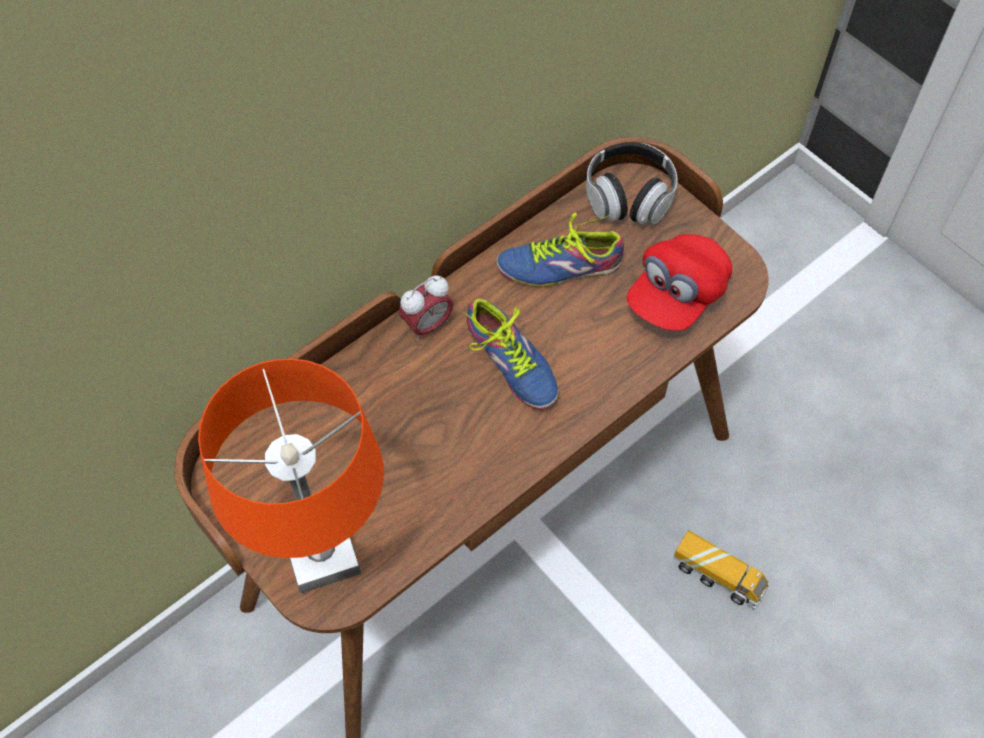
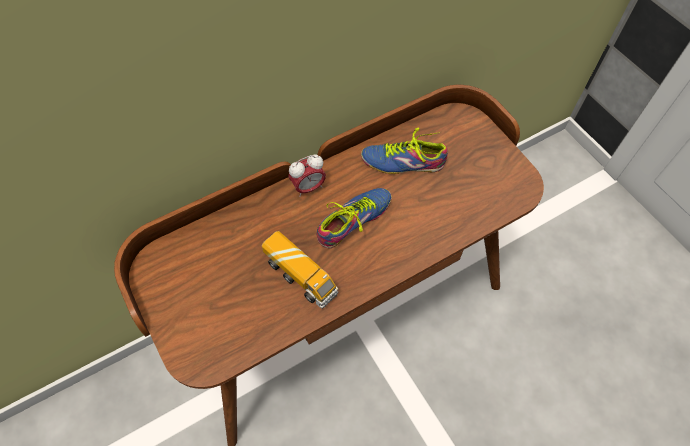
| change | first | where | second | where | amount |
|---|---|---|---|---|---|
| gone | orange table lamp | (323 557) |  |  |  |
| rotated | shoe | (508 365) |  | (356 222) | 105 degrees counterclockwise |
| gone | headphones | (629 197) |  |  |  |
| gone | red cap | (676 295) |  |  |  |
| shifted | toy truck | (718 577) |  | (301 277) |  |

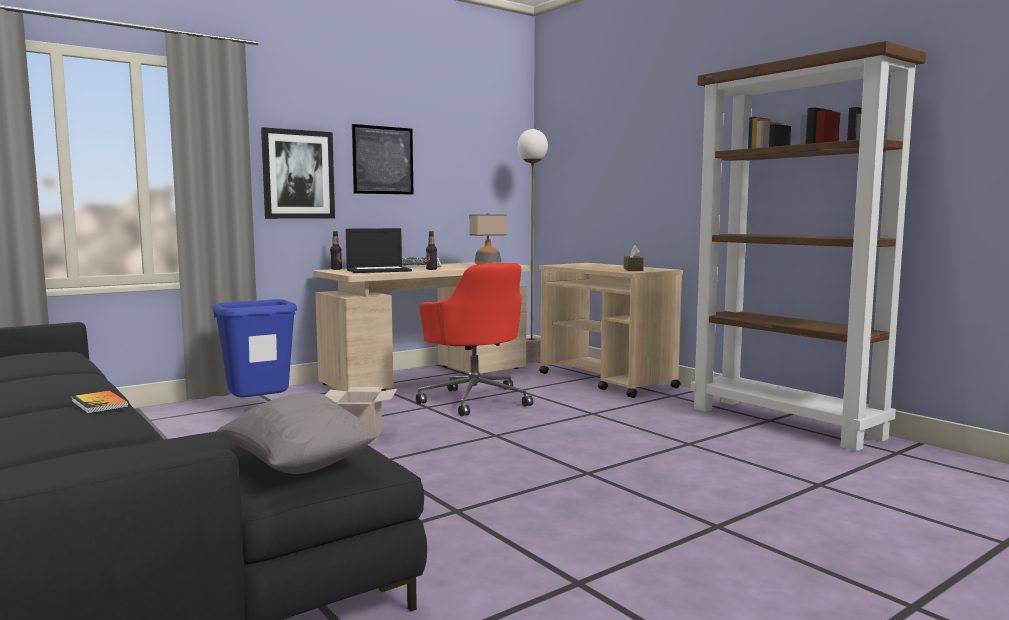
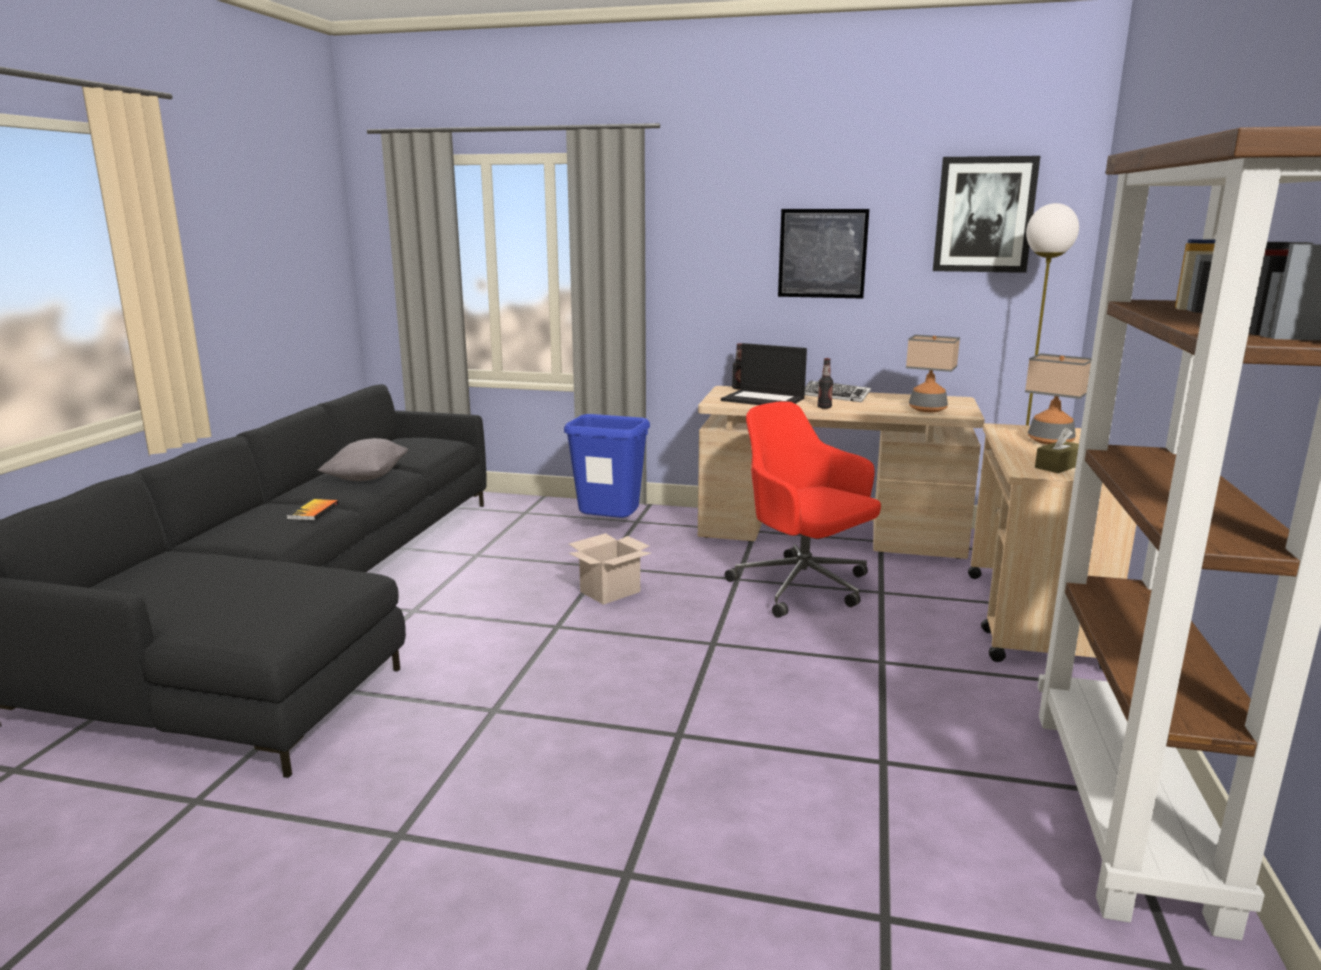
| change | first | where | second | where | amount |
|---|---|---|---|---|---|
| shifted | grey pillow | (299 465) |  | (366 477) |  |
| shifted | picture | (298 174) |  | (984 215) |  |
| rotated | red office chair | (474 399) |  | (803 587) | 120 degrees clockwise |
| new |  |  | table lamp | (1050 441) |  |

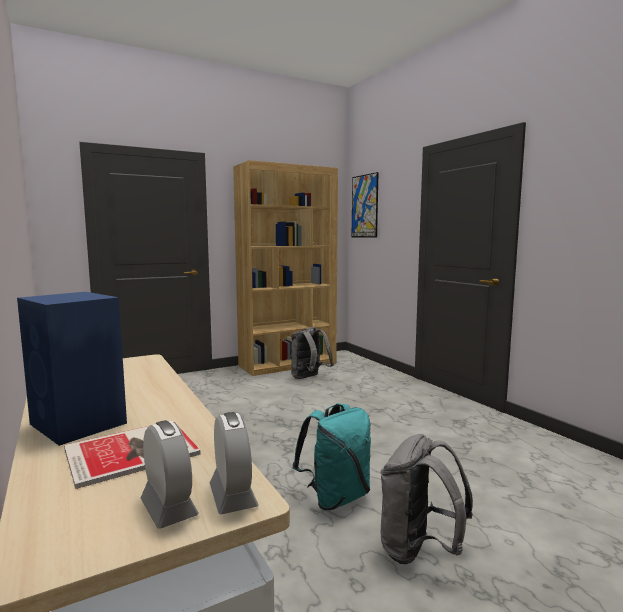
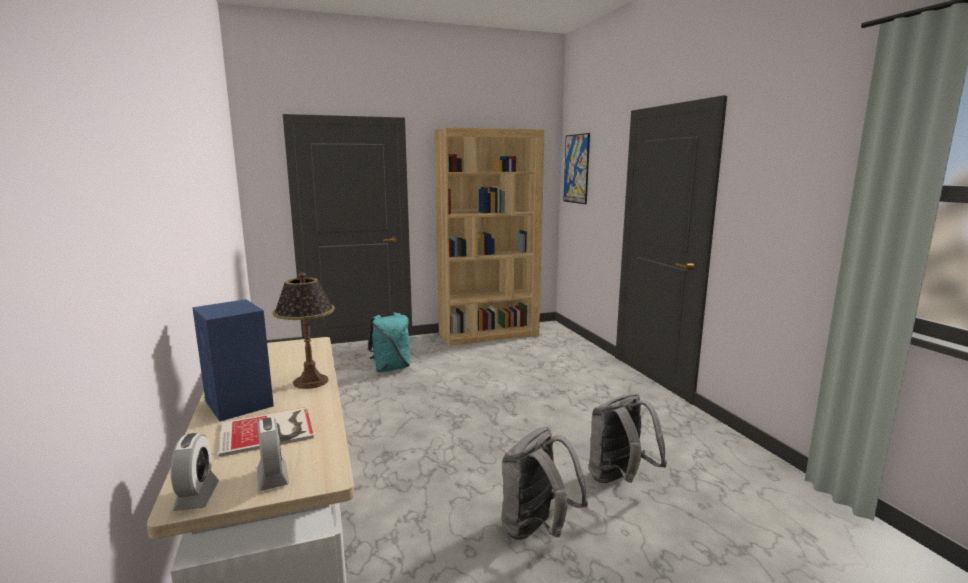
| change | first | where | second | where | amount |
|---|---|---|---|---|---|
| shifted | alarm clock | (233 496) |  | (197 496) |  |
| shifted | grey backpack | (309 378) |  | (620 479) |  |
| shifted | turquoise backpack | (336 497) |  | (391 368) |  |
| new |  |  | table lamp | (310 382) |  |

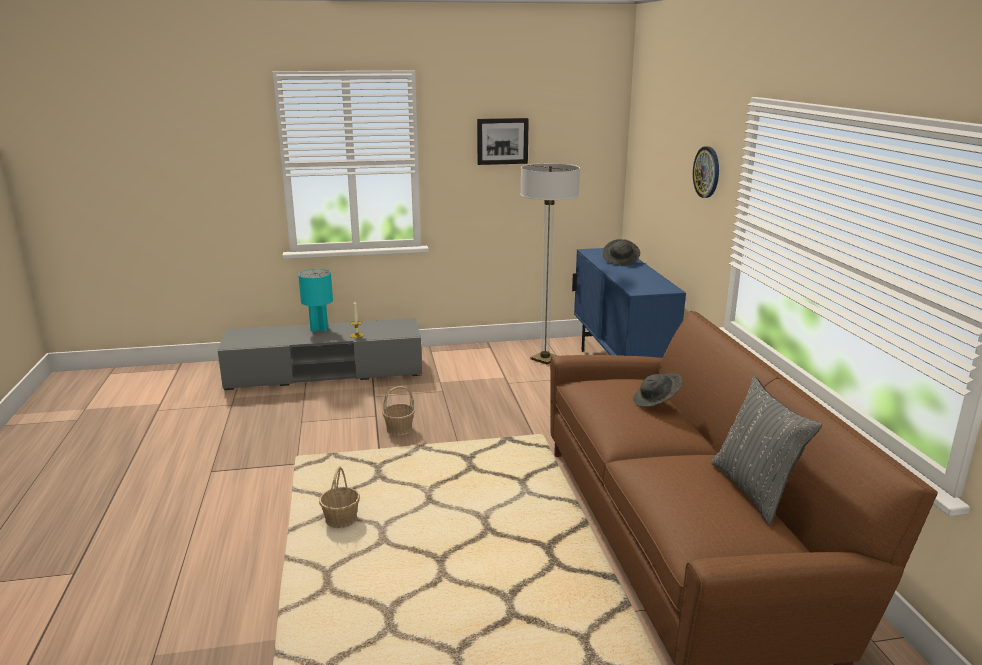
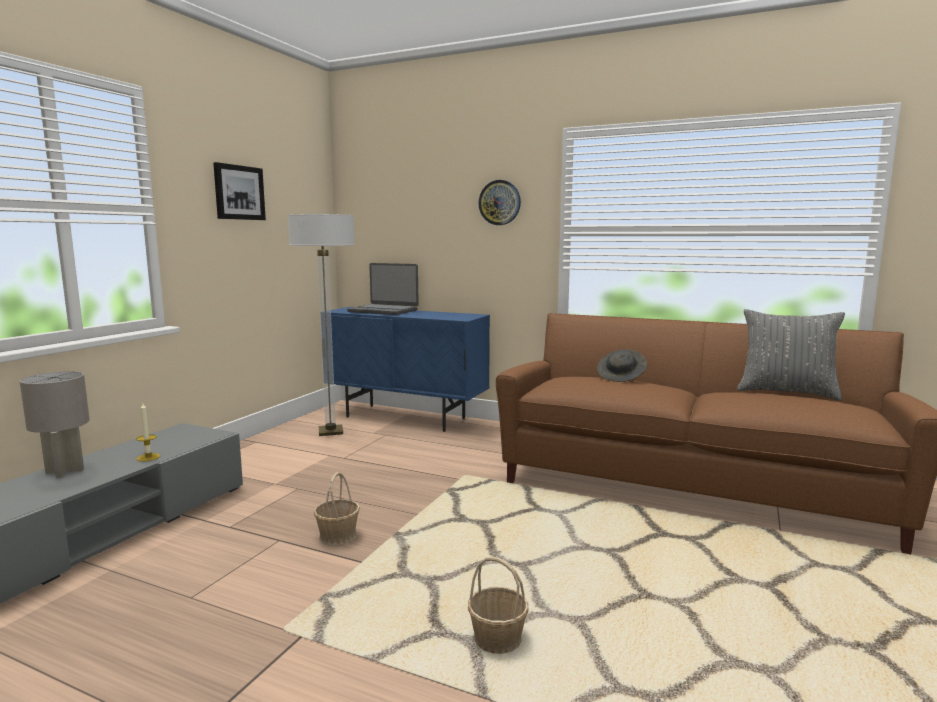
| change | first | where | second | where | amount |
|---|---|---|---|---|---|
| repainted | turquoise table lamp | (319 329) | grey table lamp | (64 471) |  |
| swapped | grey hat | (621 261) | laptop | (383 311) |  |

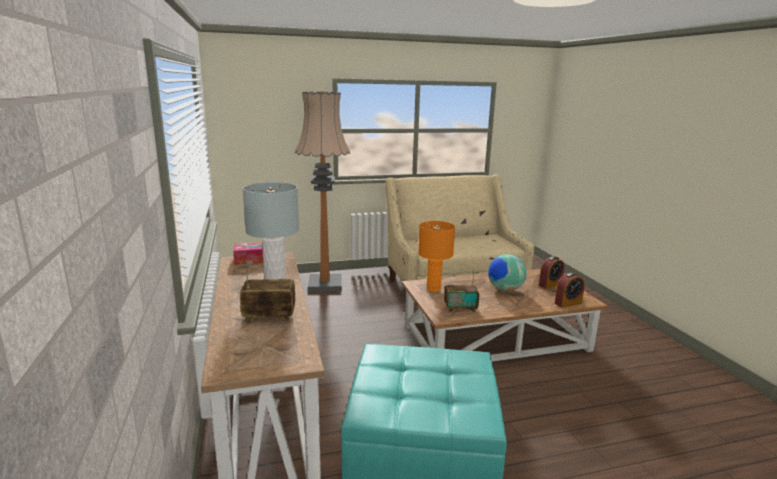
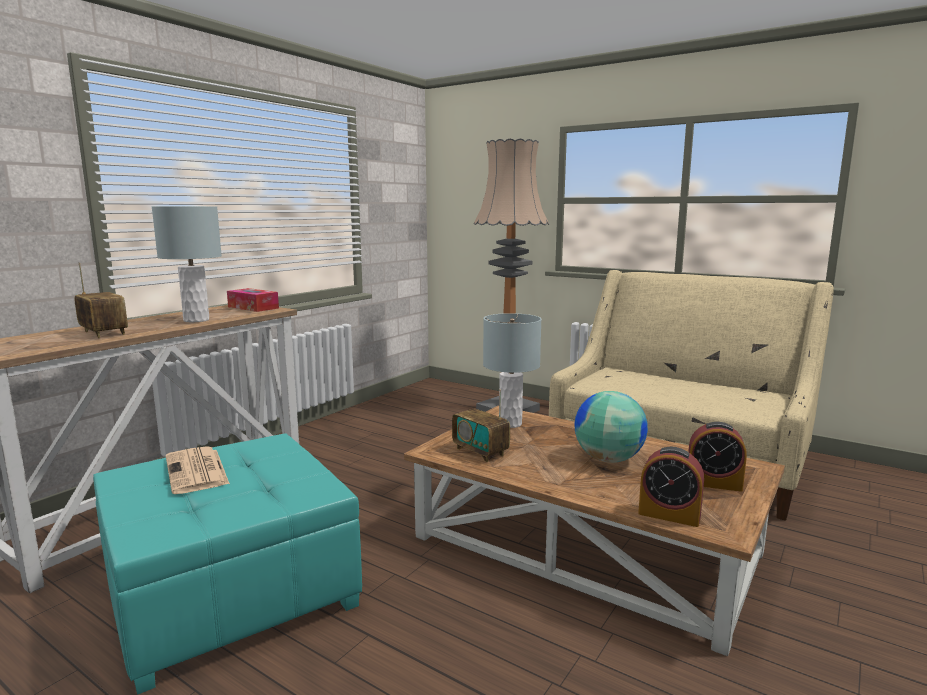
| change | first | where | second | where | amount |
|---|---|---|---|---|---|
| repainted | orange table lamp | (433 289) | grey table lamp | (510 424) |  |
| new |  |  | newspaper | (197 471) |  |

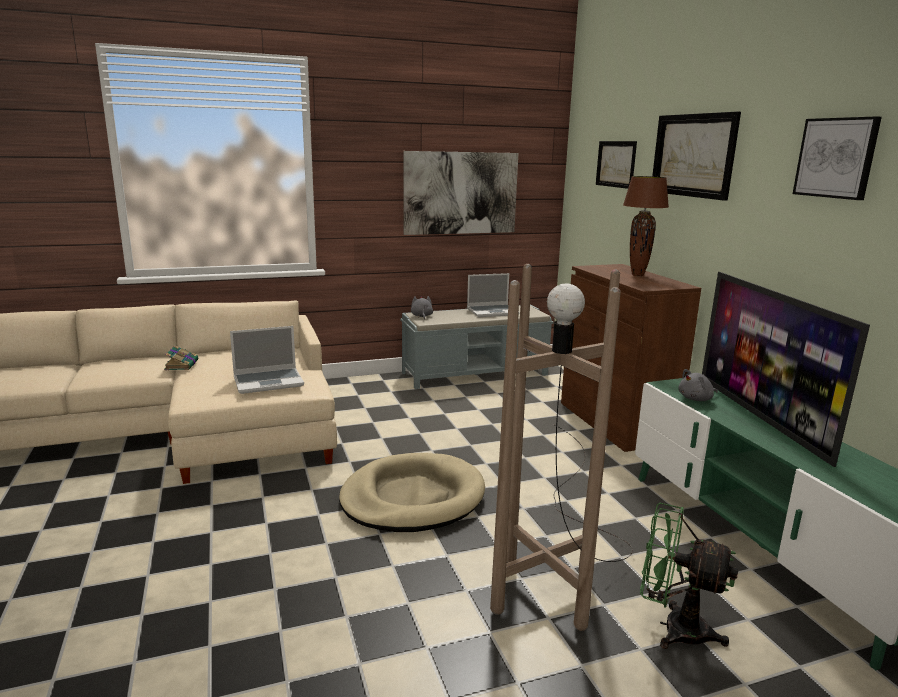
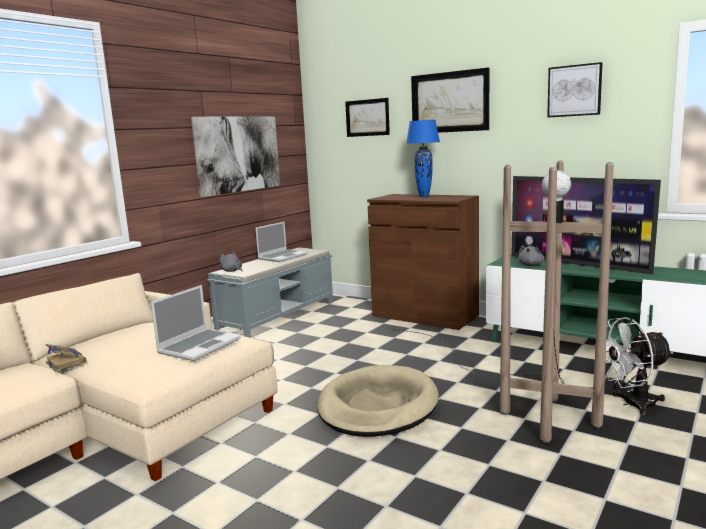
| change | first | where | second | where | amount |
|---|---|---|---|---|---|
| repainted | brown table lamp | (638 275) | blue table lamp | (424 196) |  |
| repainted | green fan | (673 627) | white fan | (631 404) |  |

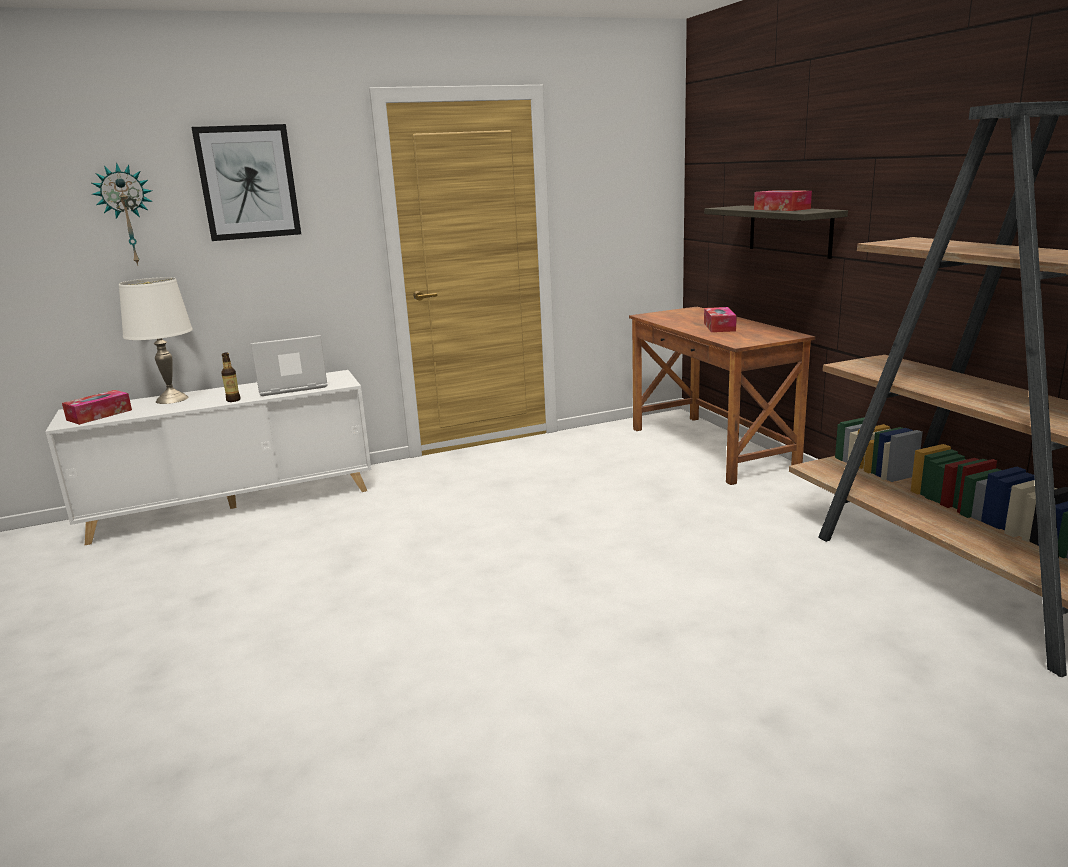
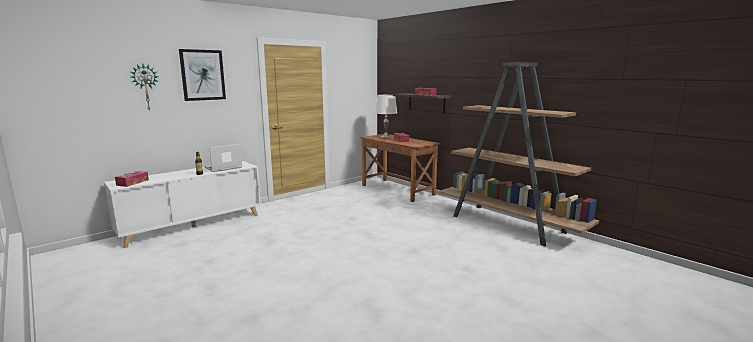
| change | first | where | second | where | amount |
|---|---|---|---|---|---|
| shifted | white table lamp | (172 399) |  | (386 136) |  |

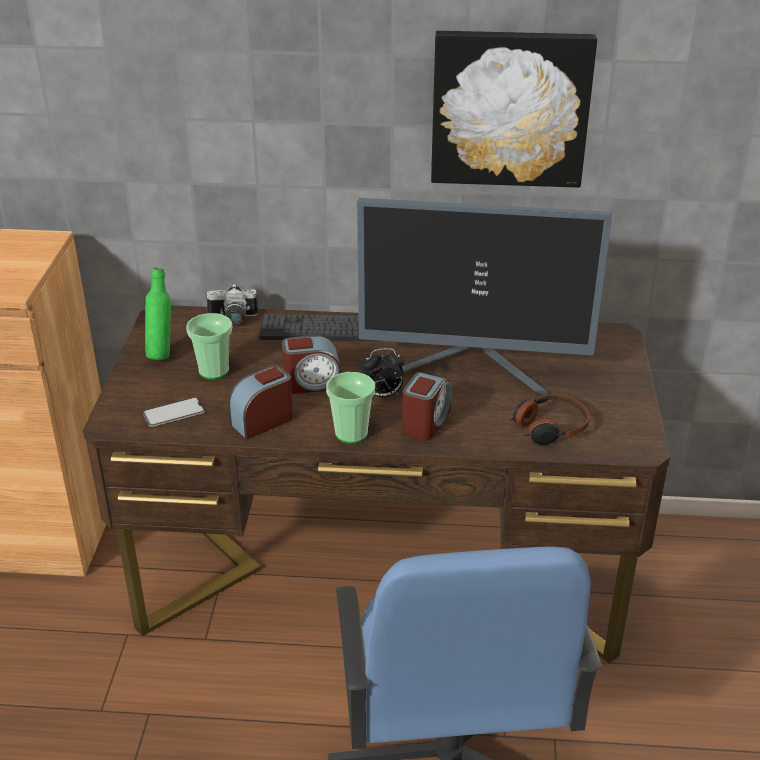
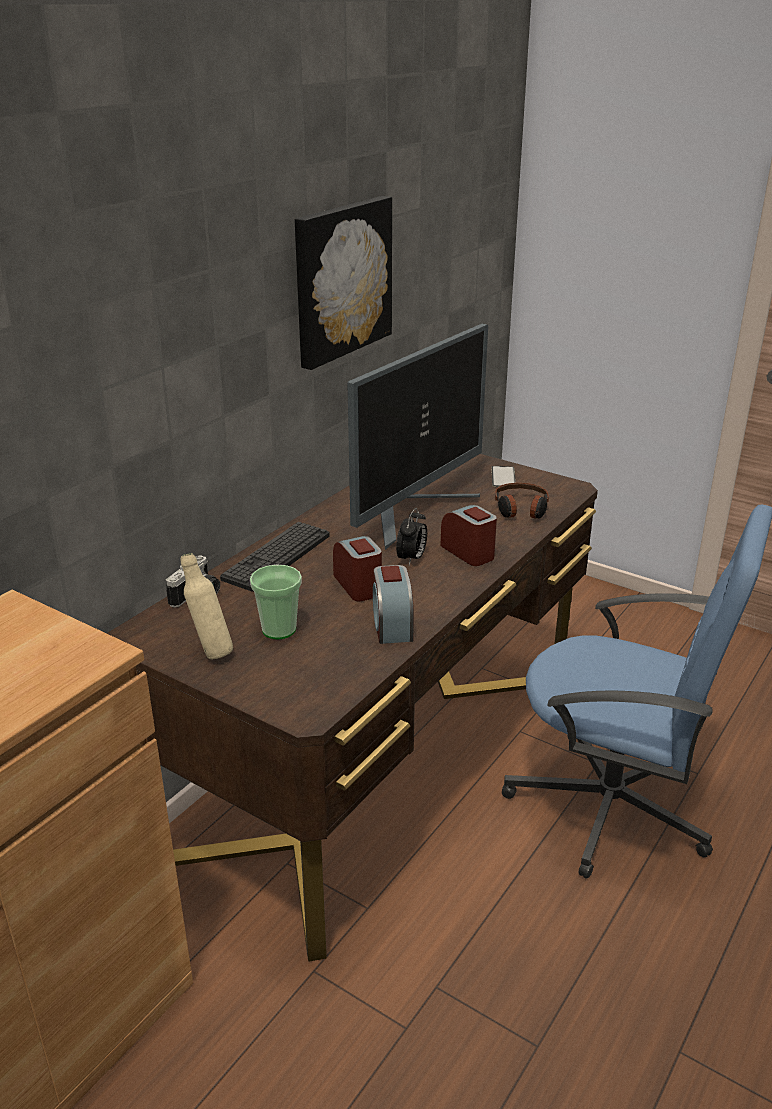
| change | first | where | second | where | amount |
|---|---|---|---|---|---|
| shifted | phone | (174 412) |  | (503 477) |  |
| repainted | green bottle | (162 353) | beige bottle | (210 652) |  |
| rotated | alarm clock | (312 383) |  | (358 585) | 45 degrees counterclockwise |
| gone | cup | (351 433) |  |  |  |

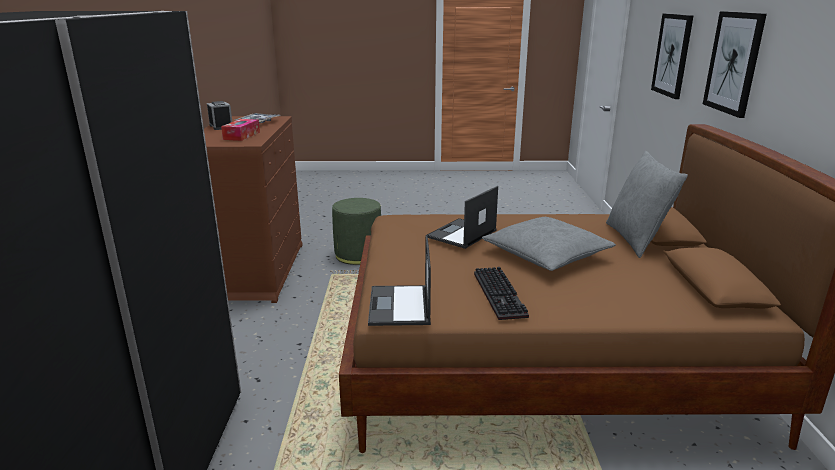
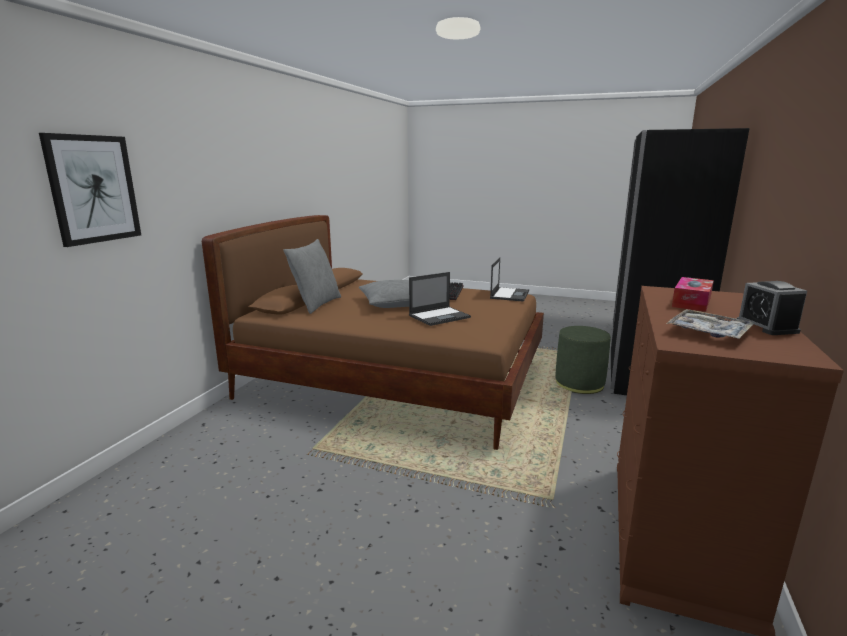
| change | first | where | second | where | amount |
|---|---|---|---|---|---|
| shifted | green ottoman | (358 255) |  | (579 383) |  |
| gone | picture | (734 63) |  |  |  |

